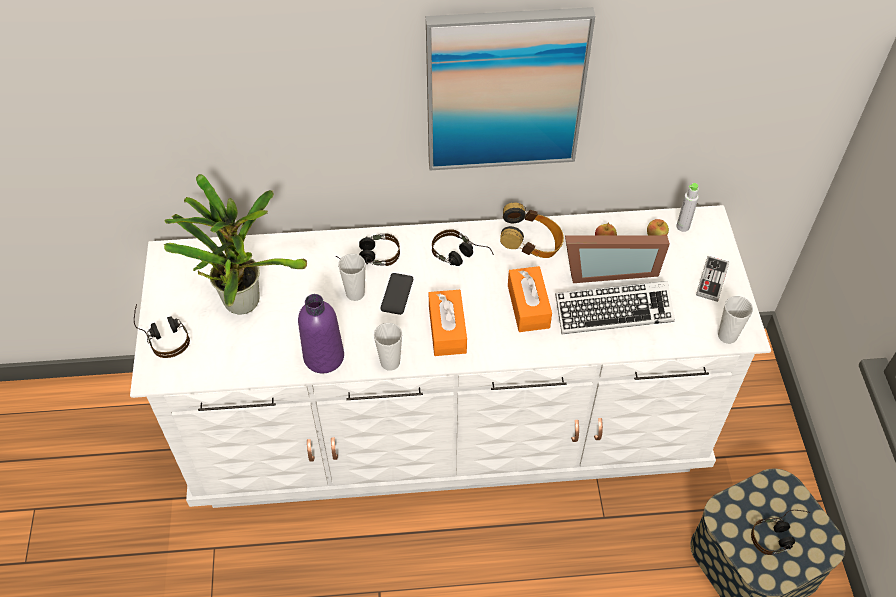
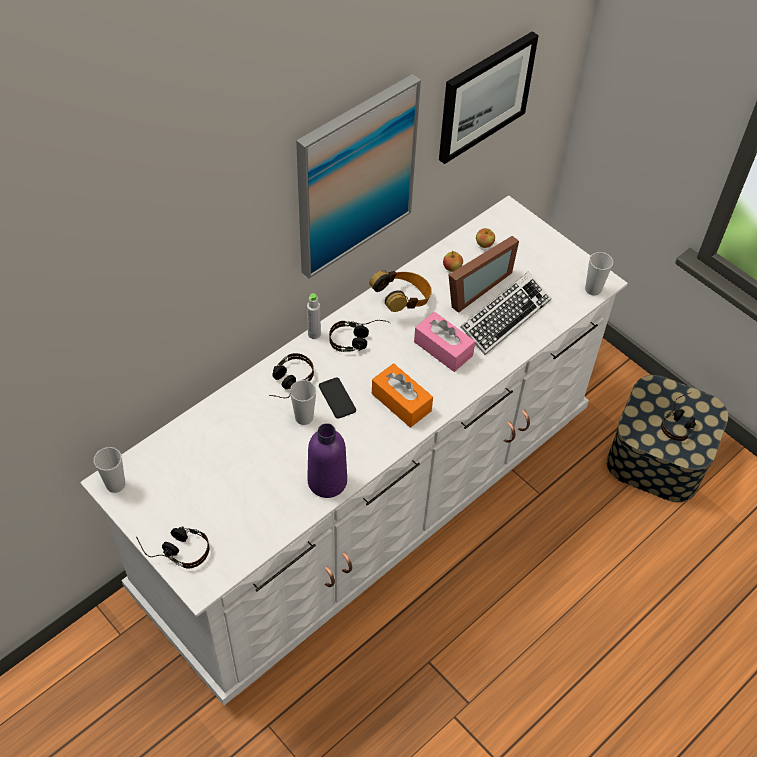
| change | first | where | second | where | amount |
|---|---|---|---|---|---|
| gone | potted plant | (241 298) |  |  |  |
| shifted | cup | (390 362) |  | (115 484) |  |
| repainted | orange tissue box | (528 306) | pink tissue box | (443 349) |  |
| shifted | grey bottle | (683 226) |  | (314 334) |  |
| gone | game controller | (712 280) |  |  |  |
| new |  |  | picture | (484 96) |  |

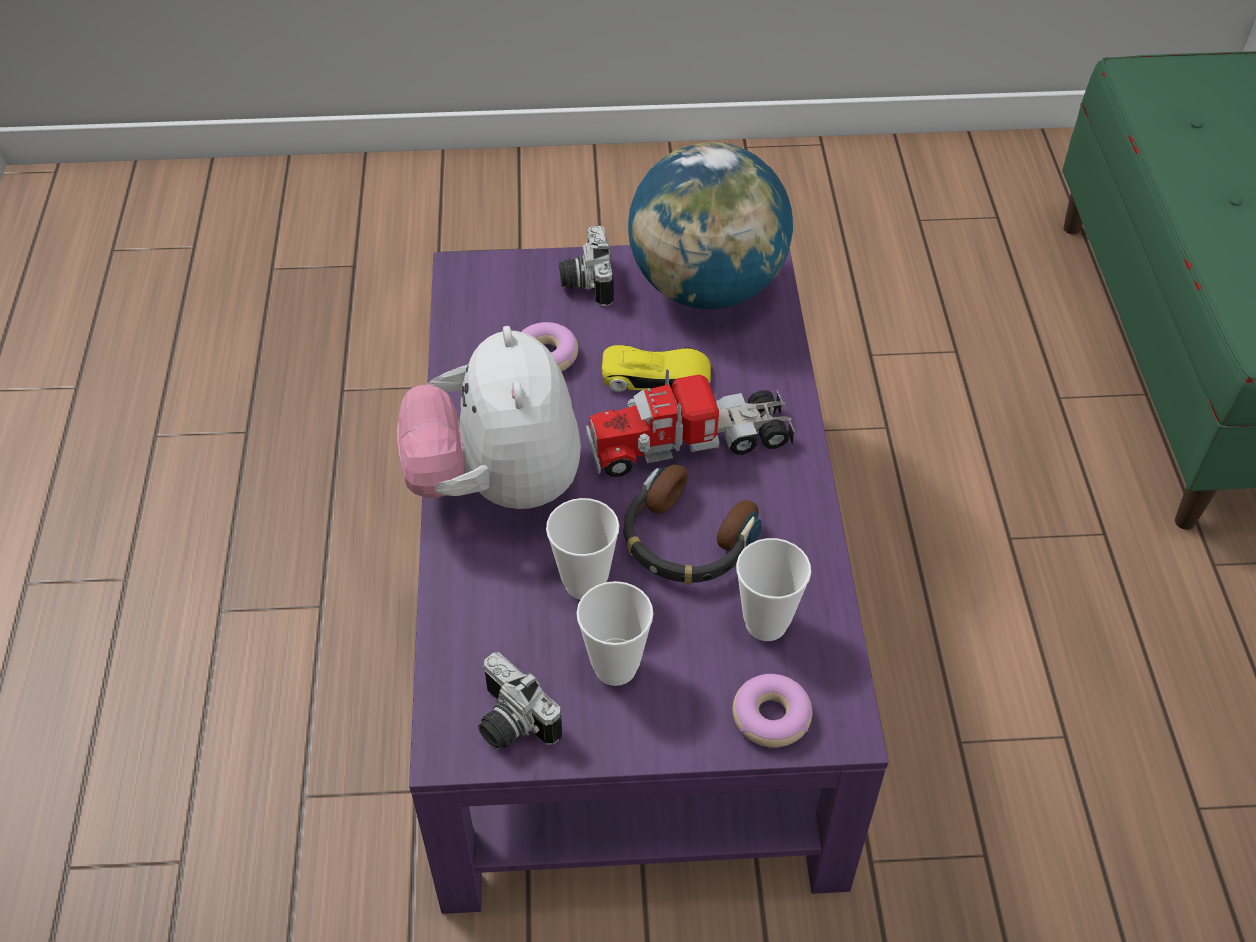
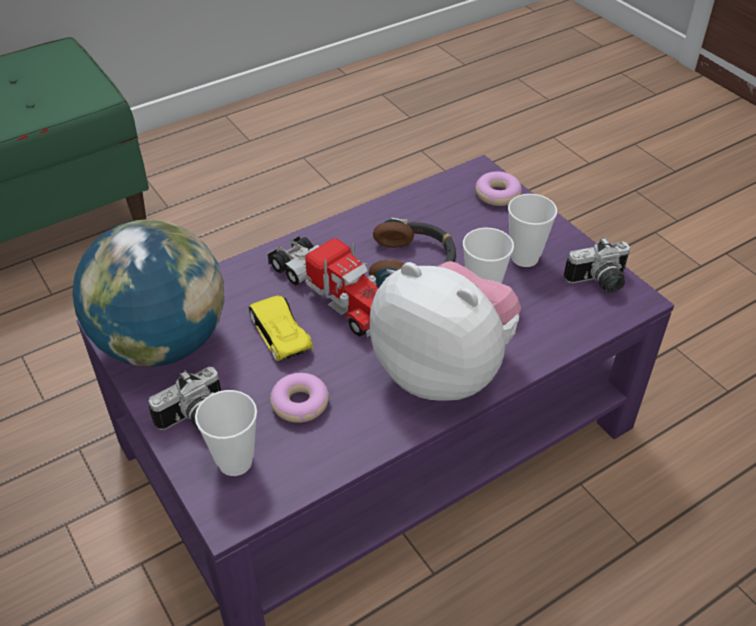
| change | first | where | second | where | amount |
|---|---|---|---|---|---|
| rotated | plush toy | (497 484) |  | (443 370) | 105 degrees counterclockwise |
| rotated | photo camera | (510 723) |  | (599 282) | 60 degrees clockwise |
| shifted | cup | (766 623) |  | (235 462) |  |

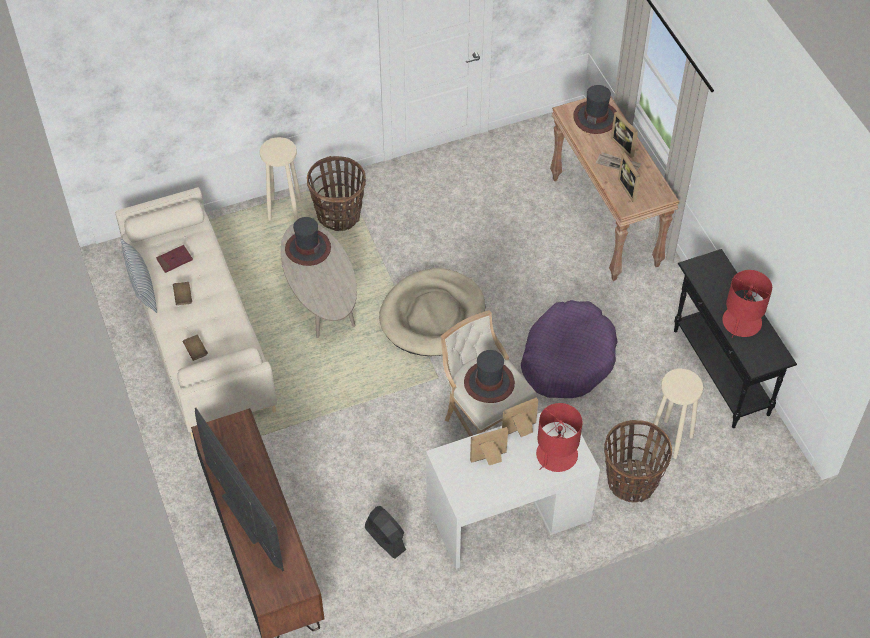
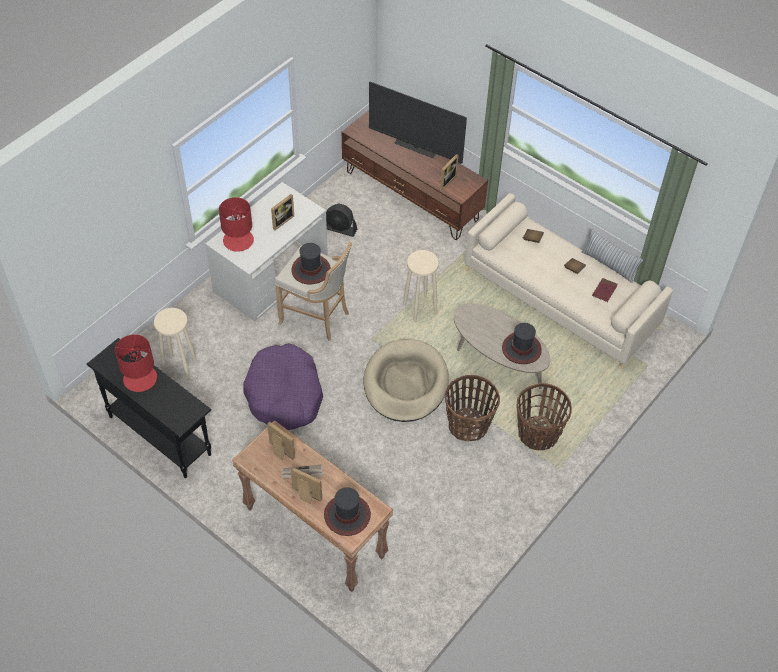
| change | first | where | second | where | amount |
|---|---|---|---|---|---|
| shifted | beige stool | (284 209) |  | (420 309) |  |
| shifted | picture frame | (520 431) |  | (445 181) |  |
| shifted | basket | (631 482) |  | (468 425) |  |

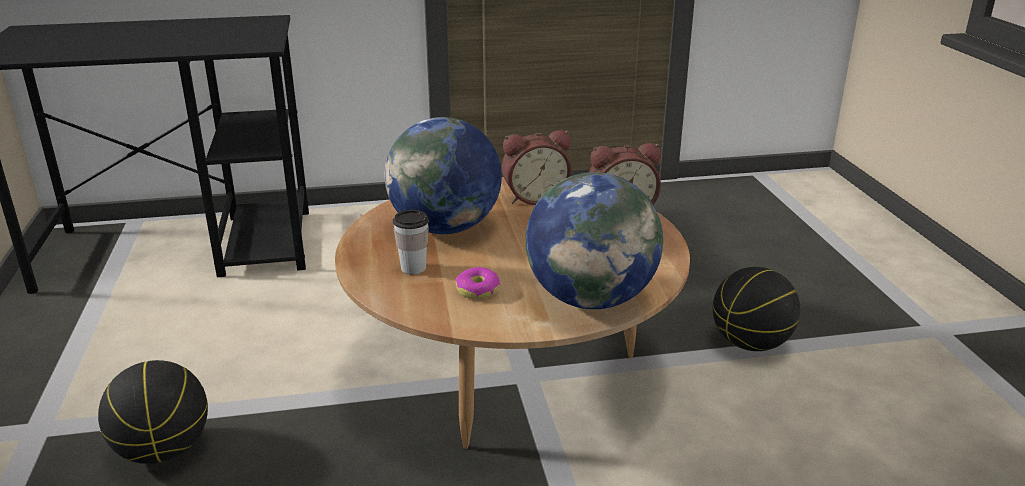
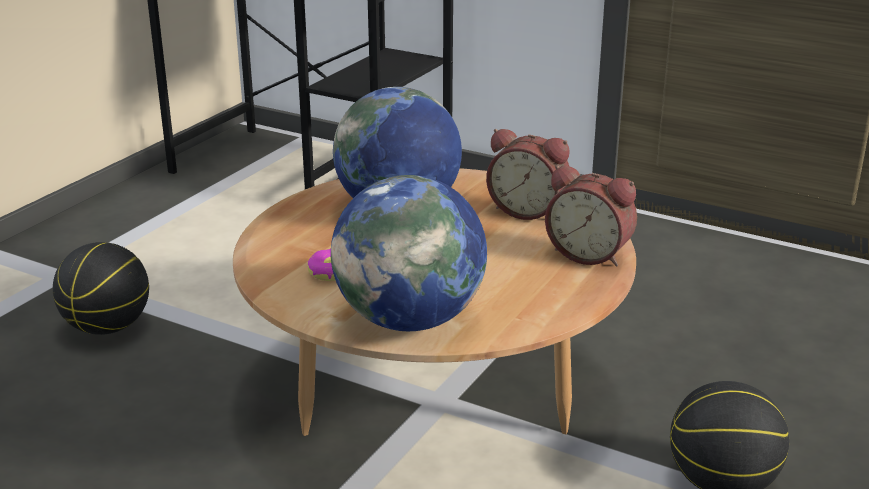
| change | first | where | second | where | amount |
|---|---|---|---|---|---|
| gone | cup | (413 268) |  |  |  |

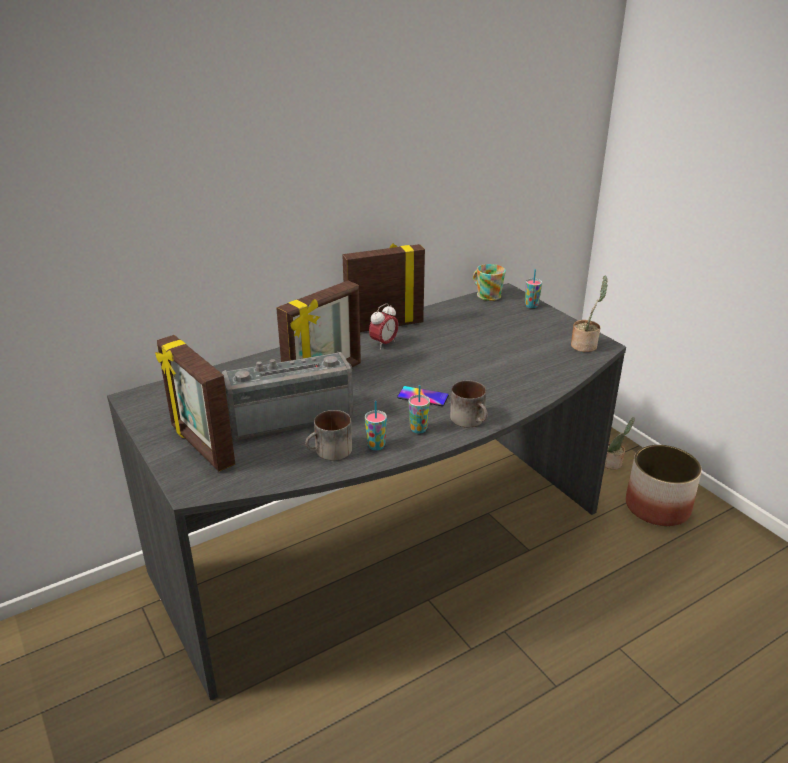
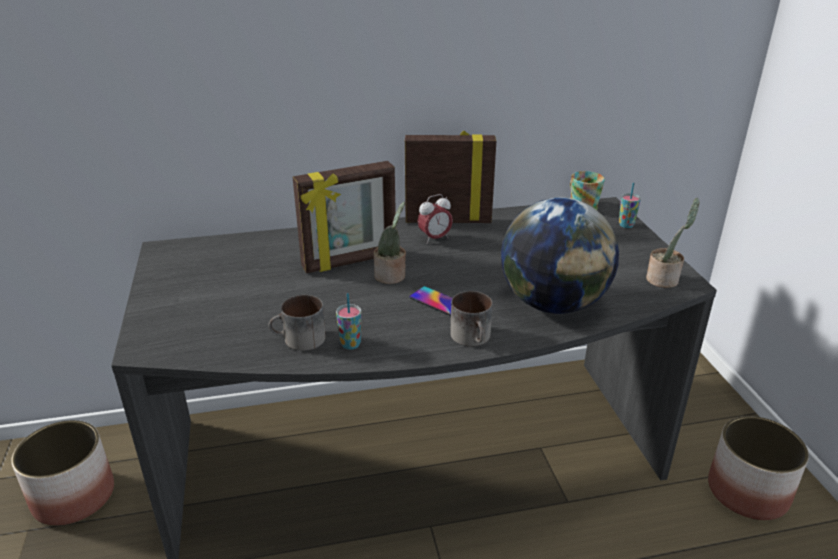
| change | first | where | second | where | amount |
|---|---|---|---|---|---|
| gone | picture frame | (201 446) |  |  |  |
| gone | radio | (289 417) |  |  |  |
| gone | cup | (418 429) |  |  |  |
| shifted | potted plant | (613 463) |  | (391 277) |  |
| new |  |  | planter | (74 496) |  |
| new |  |  | globe | (553 304) |  |

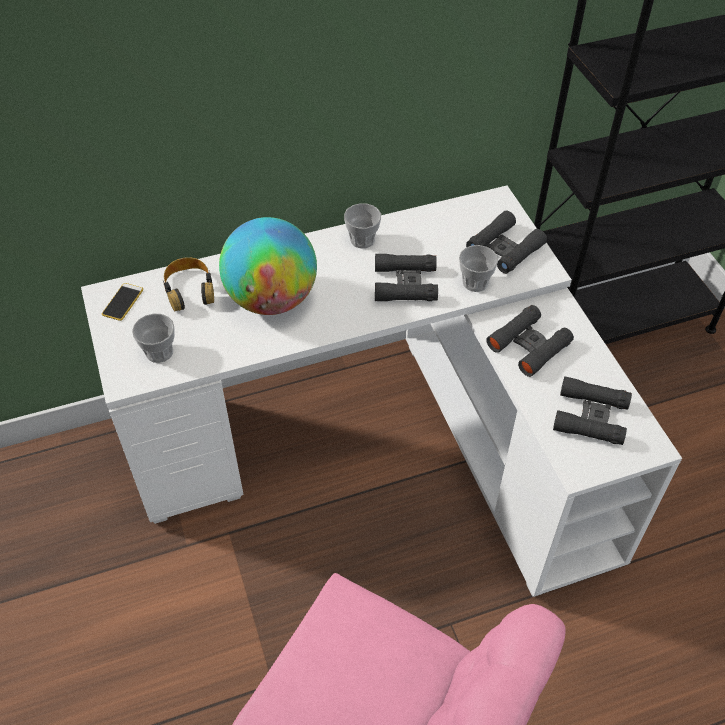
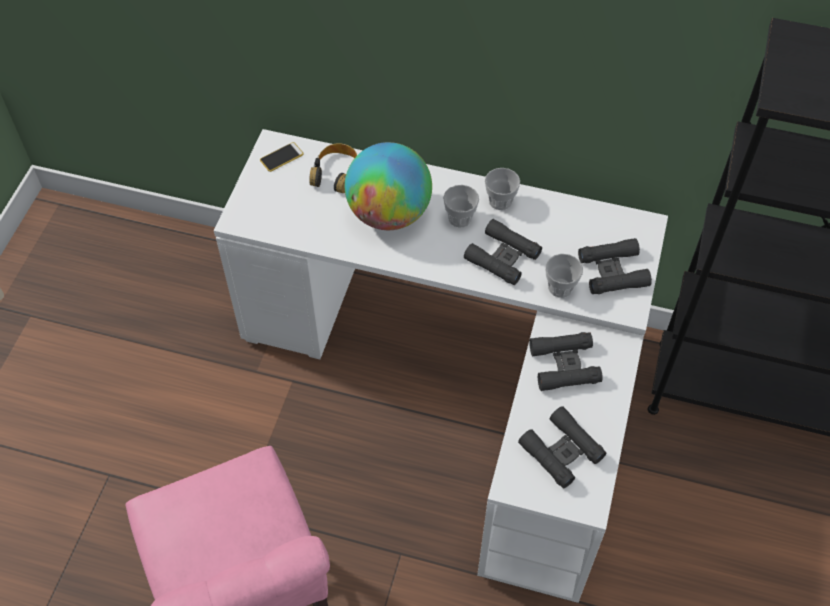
| change | first | where | second | where | amount |
|---|---|---|---|---|---|
| shifted | cup | (159 352) |  | (460 218) |  |

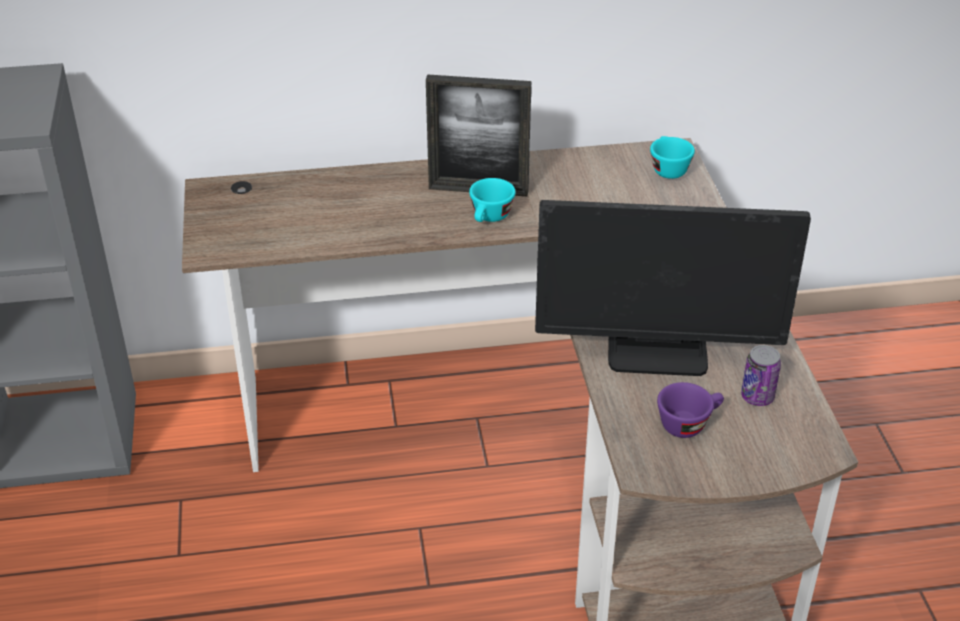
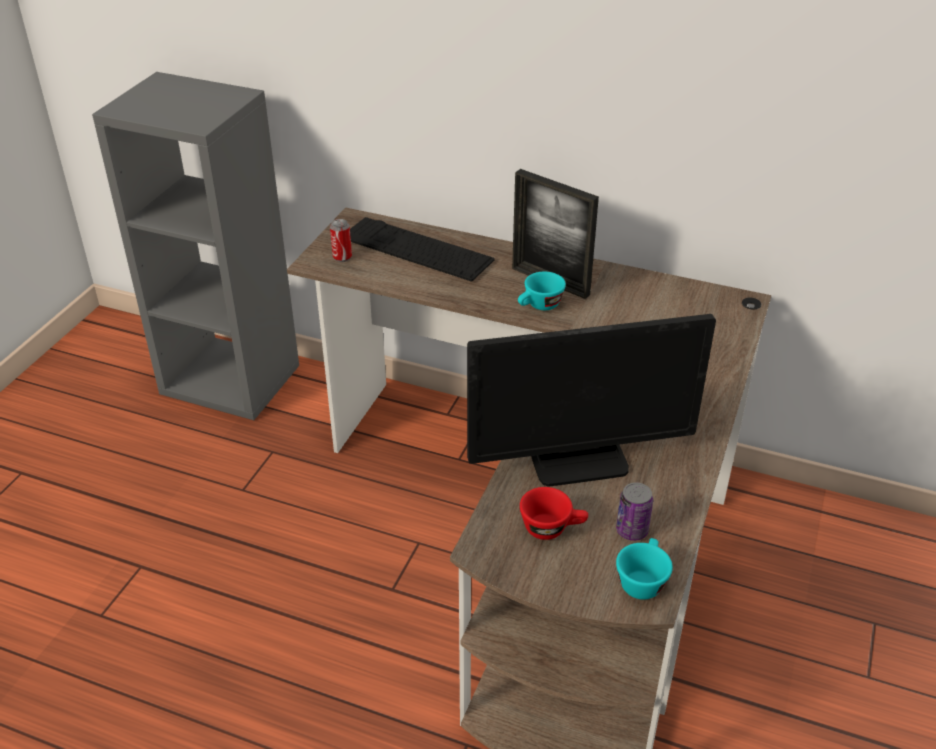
| change | first | where | second | where | amount |
|---|---|---|---|---|---|
| rotated | monitor | (657 352) |  | (579 460) | 45 degrees counterclockwise |
| shifted | turquoise cup | (667 168) |  | (642 580) |  |
| repainted | purple cup | (688 423) | red cup | (552 528) |  |
| new |  |  | can | (342 257) |  |
| new |  |  | keyboard | (416 249) |  |

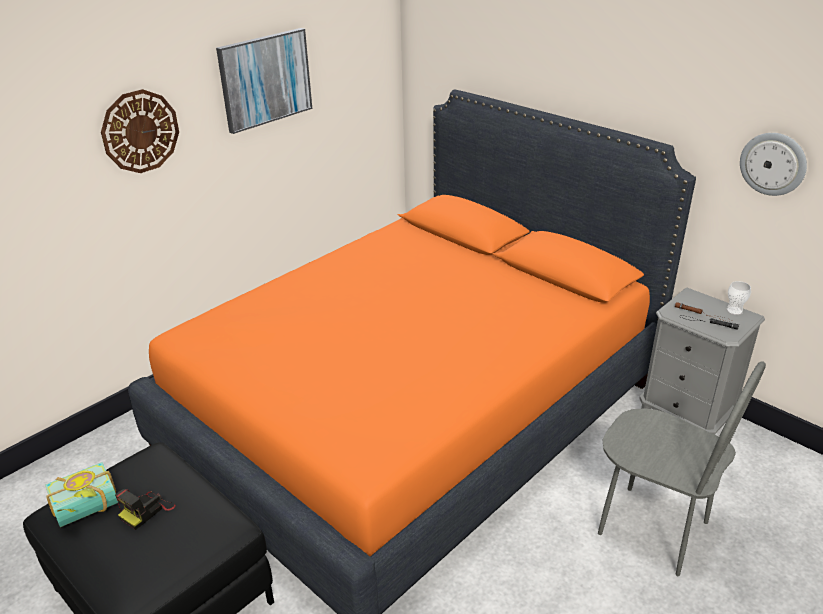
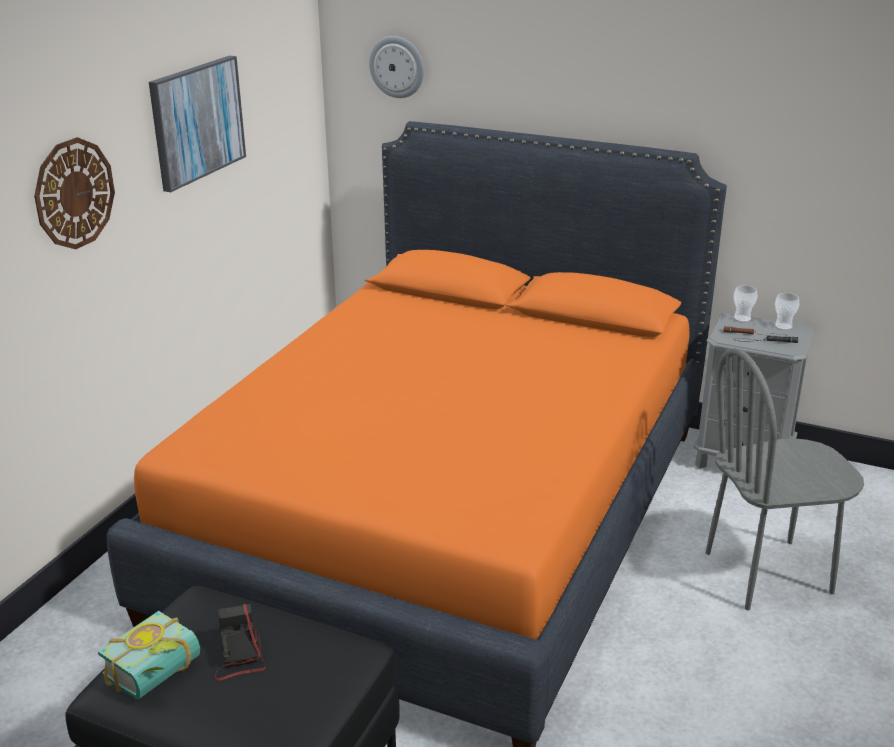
| change | first | where | second | where | amount |
|---|---|---|---|---|---|
| rotated | photo camera | (147 510) |  | (239 657) | 150 degrees clockwise |
| rotated | grey chair | (652 528) |  | (768 573) | 150 degrees clockwise |
| shifted | wall clock | (773 163) |  | (397 67) |  |
| new |  |  | cup | (742 319) |  |

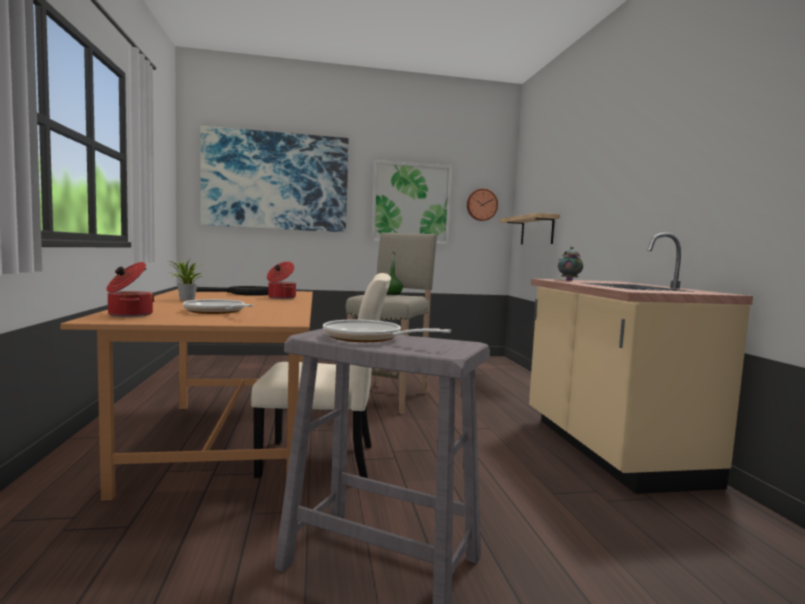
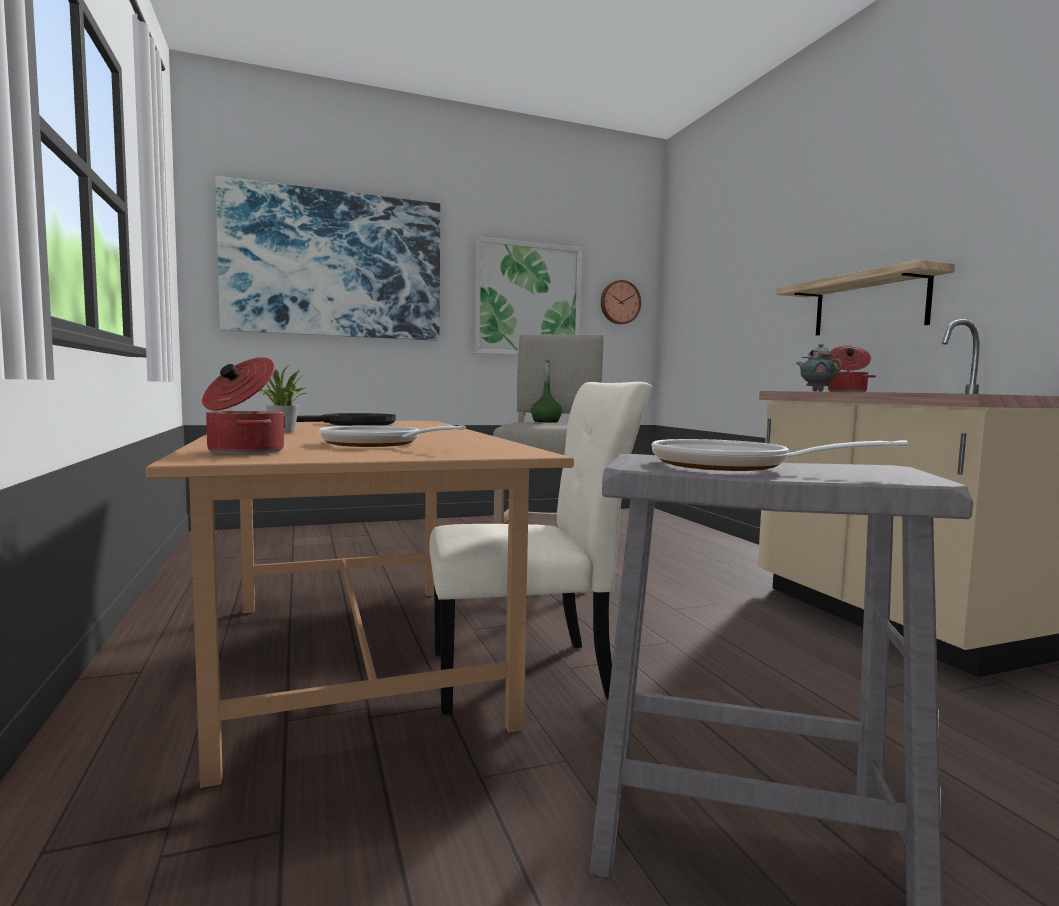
| change | first | where | second | where | amount |
|---|---|---|---|---|---|
| shifted | cooking pot | (281 298) |  | (846 392) |  |
| shifted | shelf | (537 230) |  | (869 305) |  |

